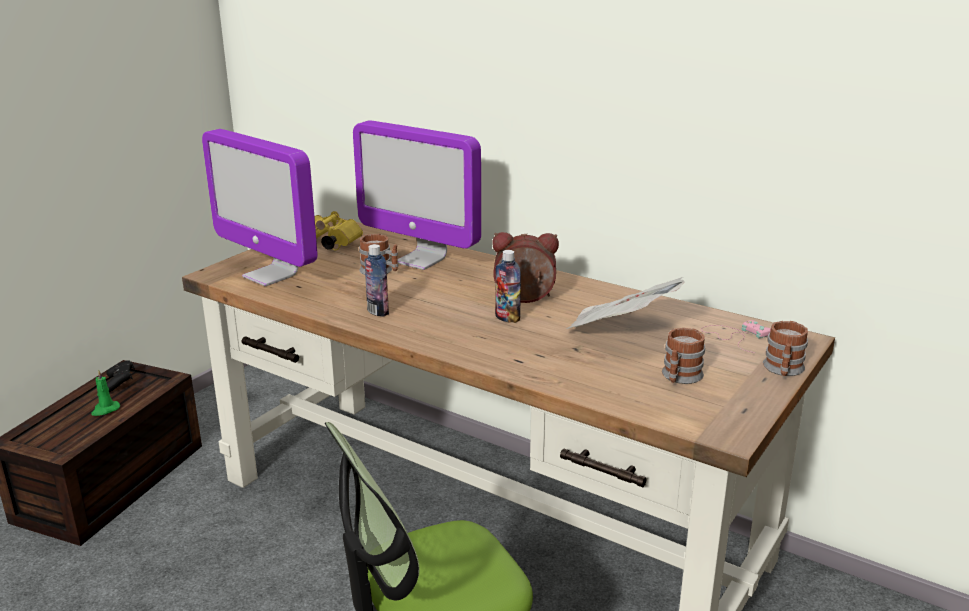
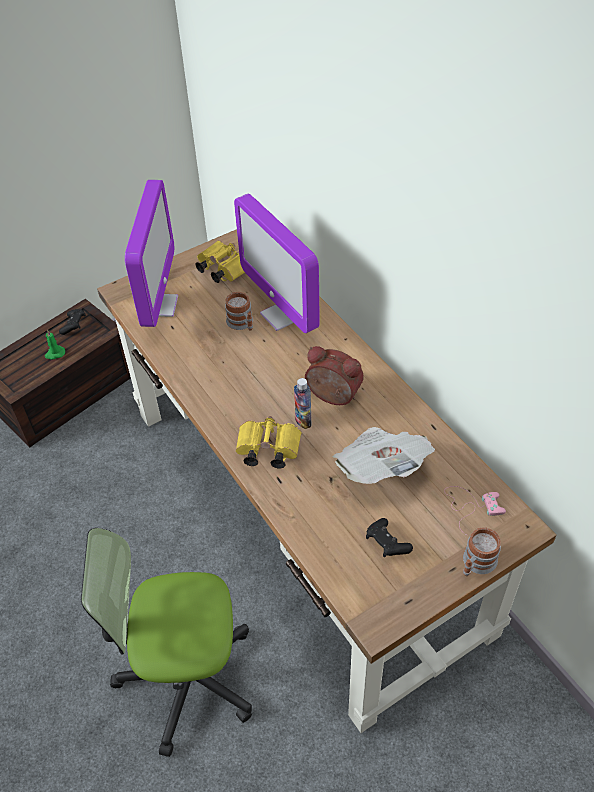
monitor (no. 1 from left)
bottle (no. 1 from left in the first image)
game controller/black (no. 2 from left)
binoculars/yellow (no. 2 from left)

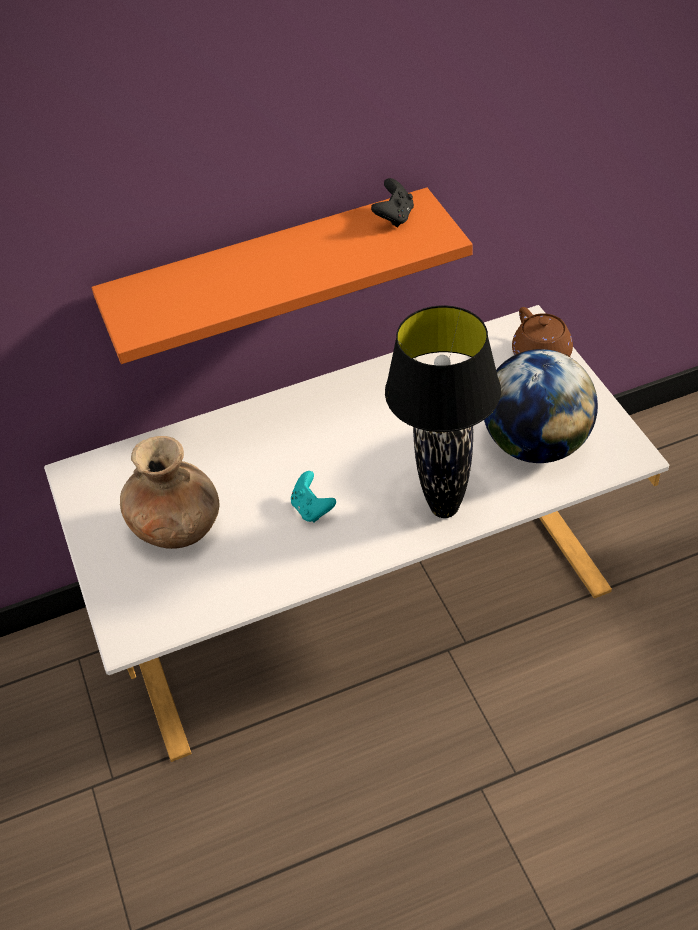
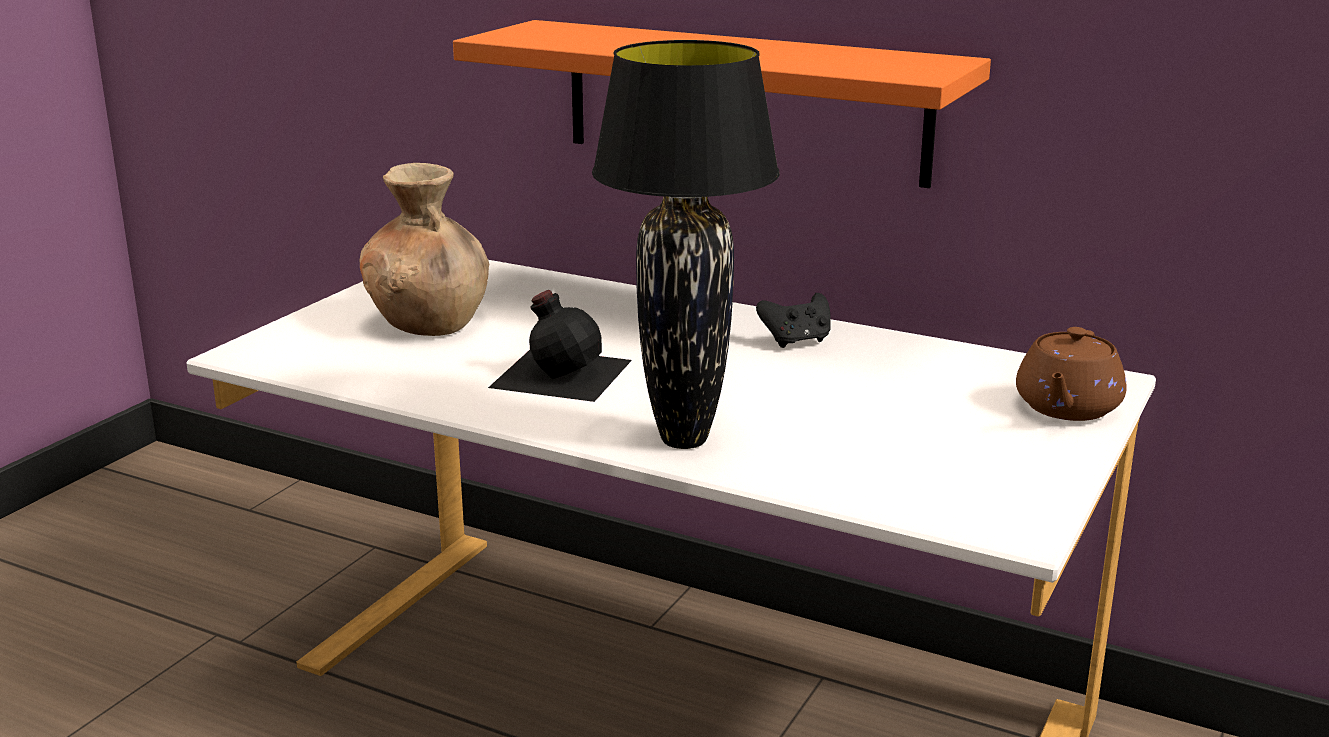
game controller/black
globe
bottle/black

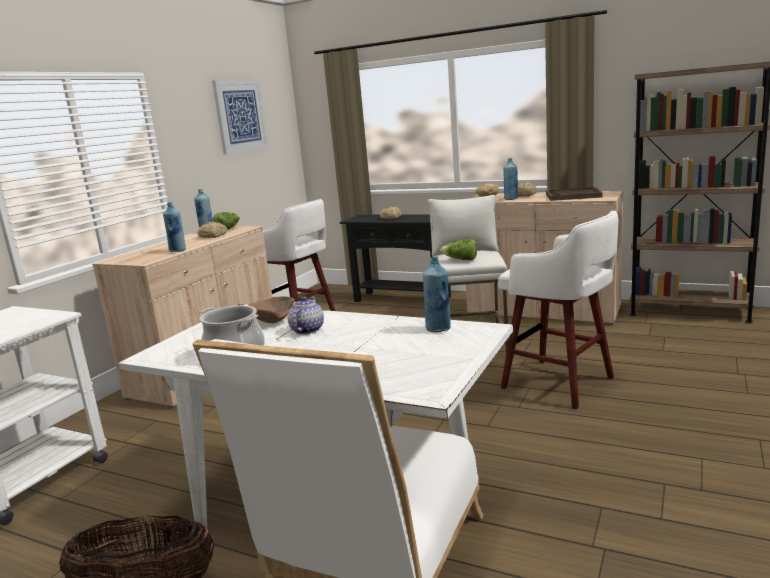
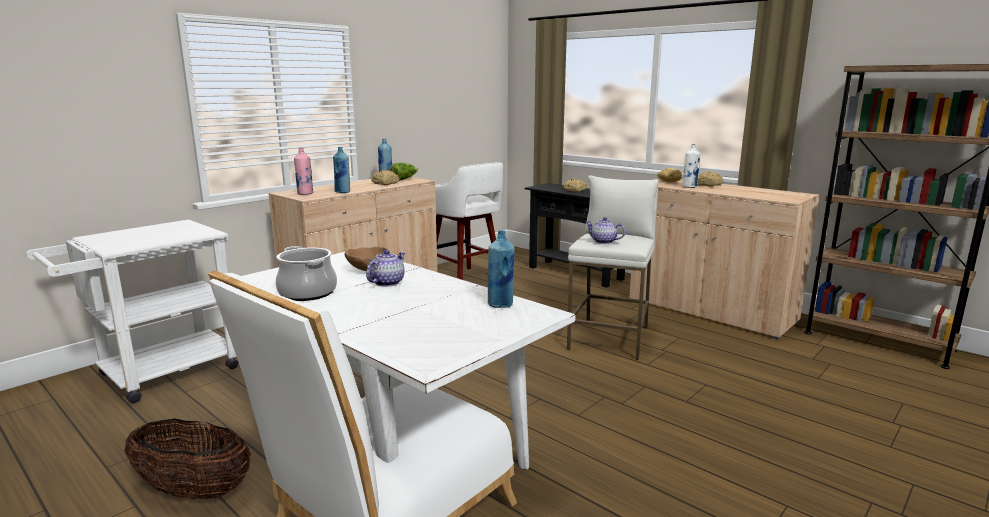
picture
bottle/white
tray/brown
stool/white (no. 3 from left in the first image)
teapot (no. 2 from left)
bottle/pink

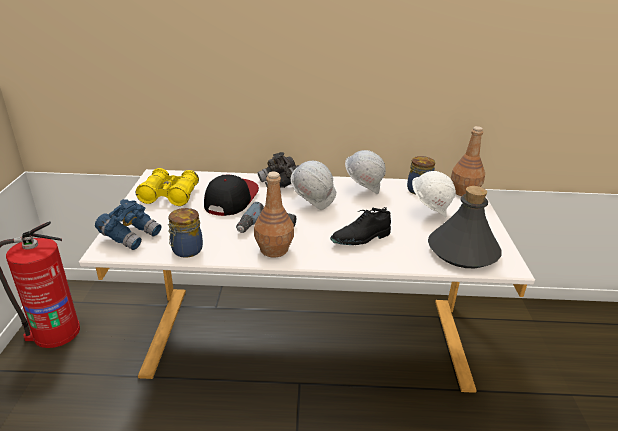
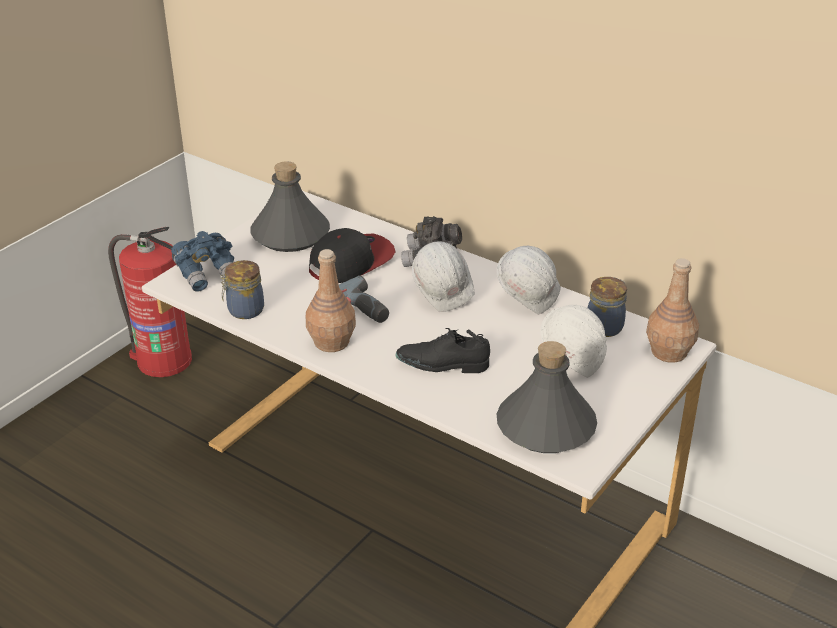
bottle/grey (no. 1 from left)

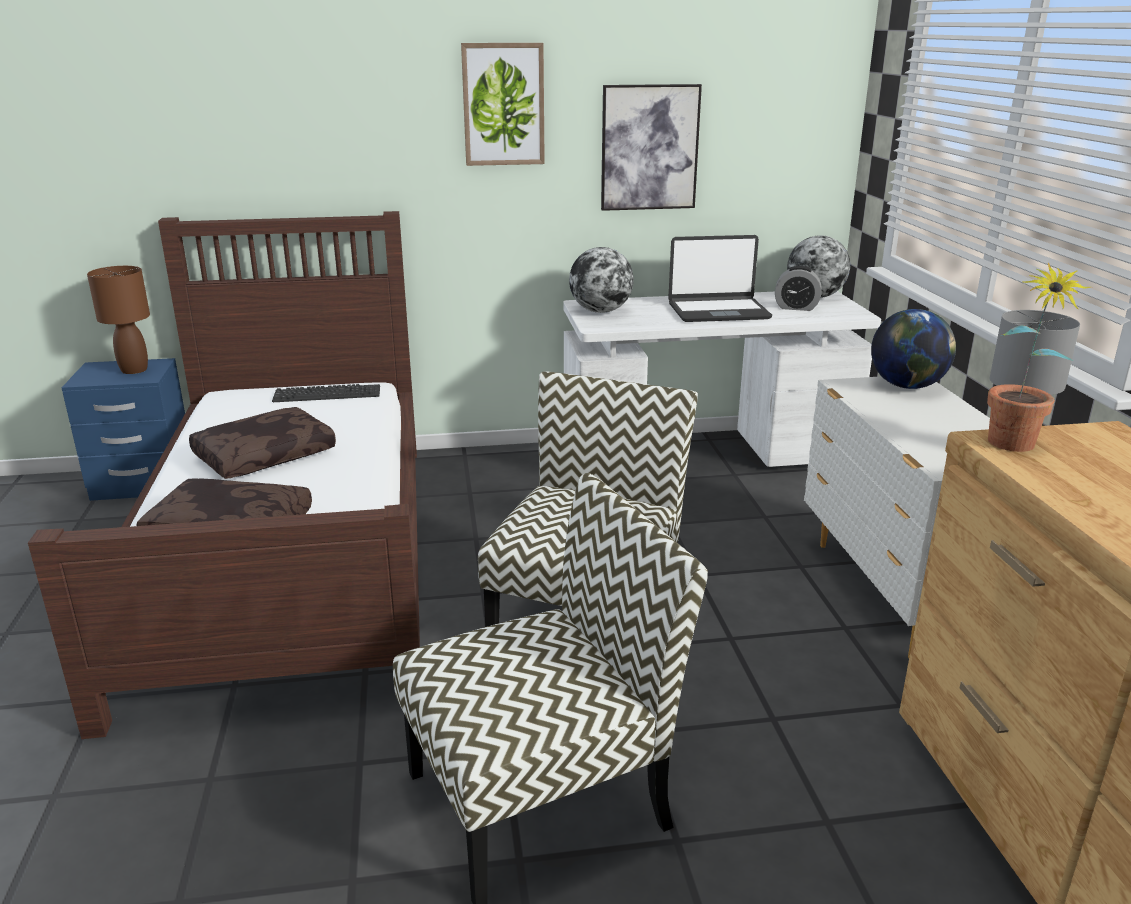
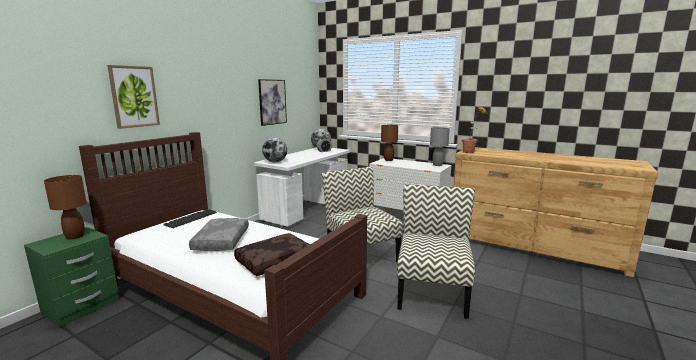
picture (no. 1 from left)
laptop
table lamp/brown (no. 2 from left)
nightstand/green
pillow/grey

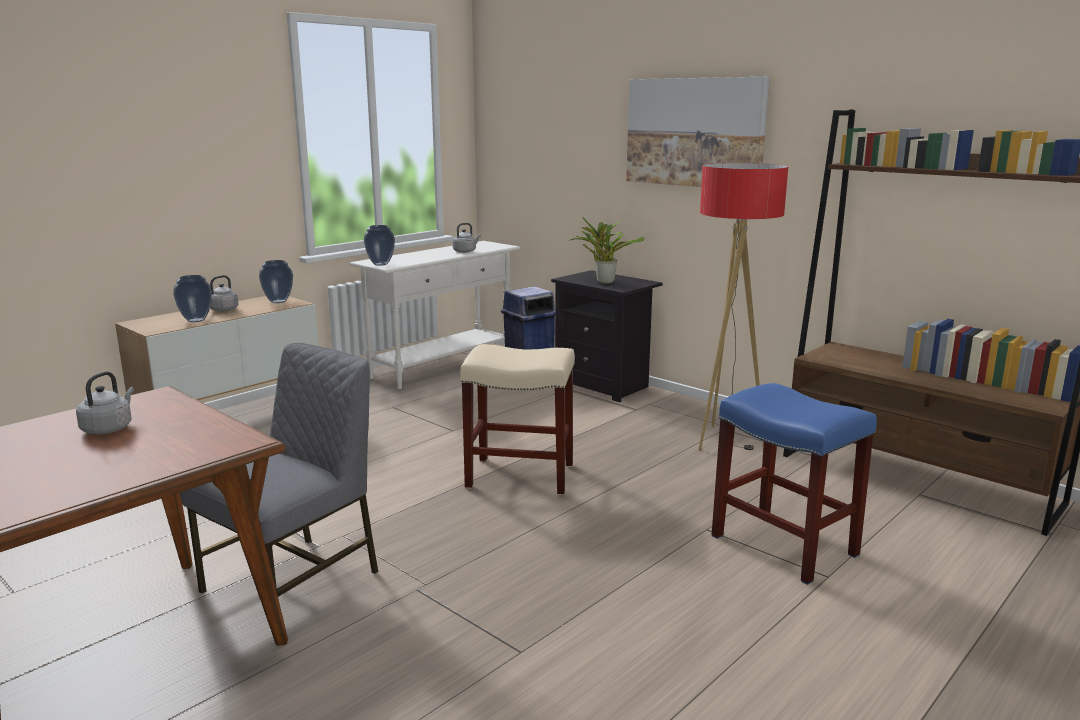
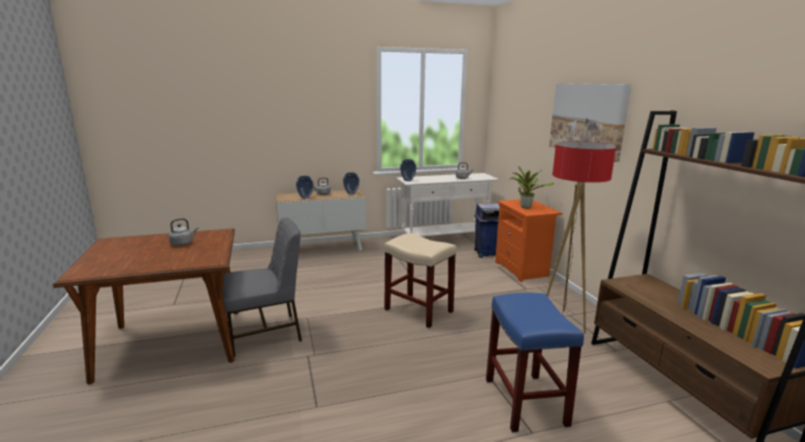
nightstand/orange

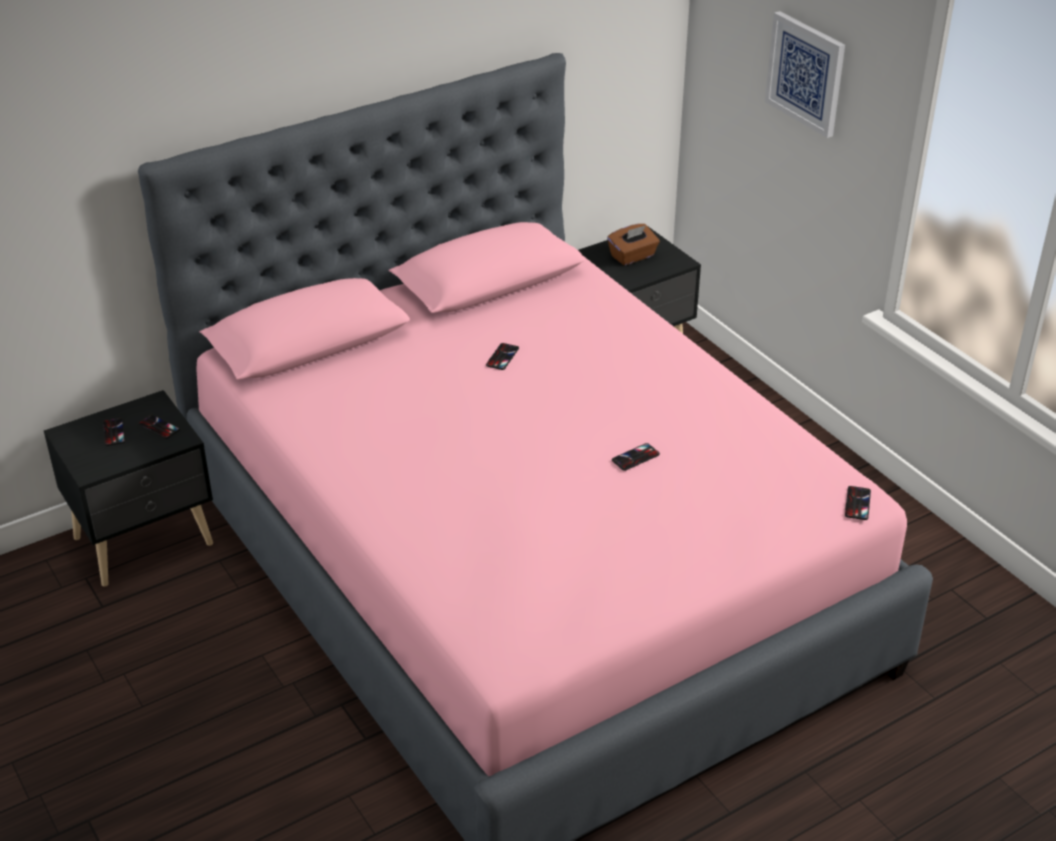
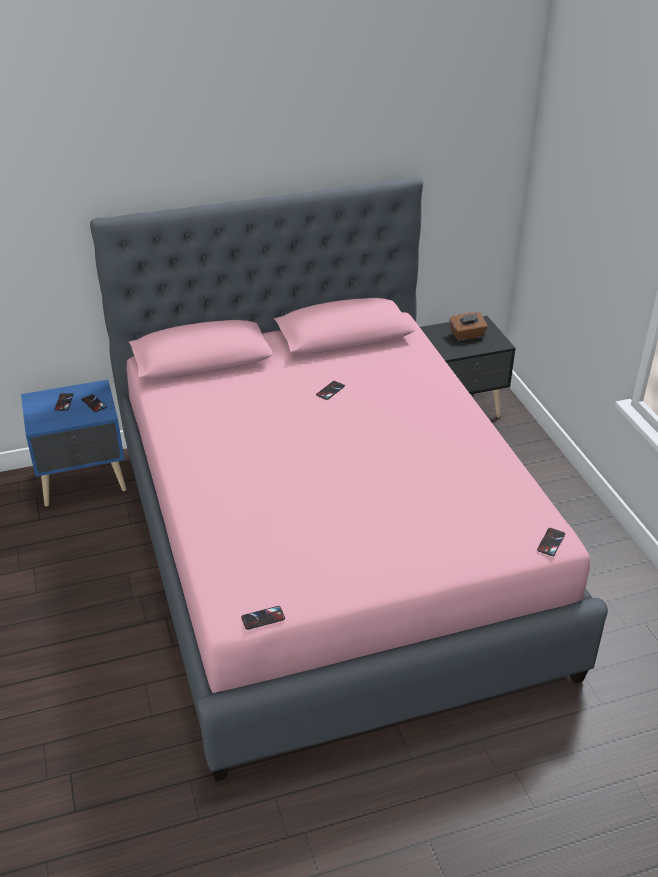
picture
nightstand/blue
phone (no. 3 from left)

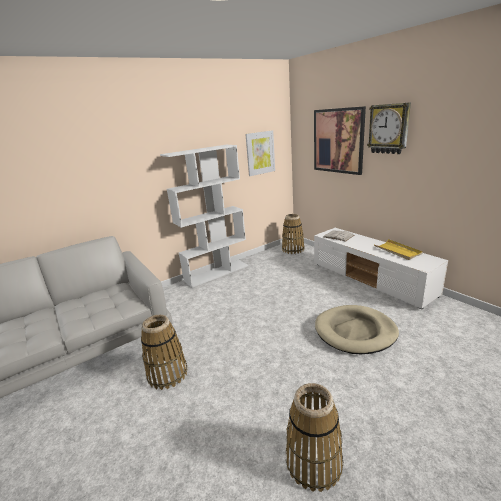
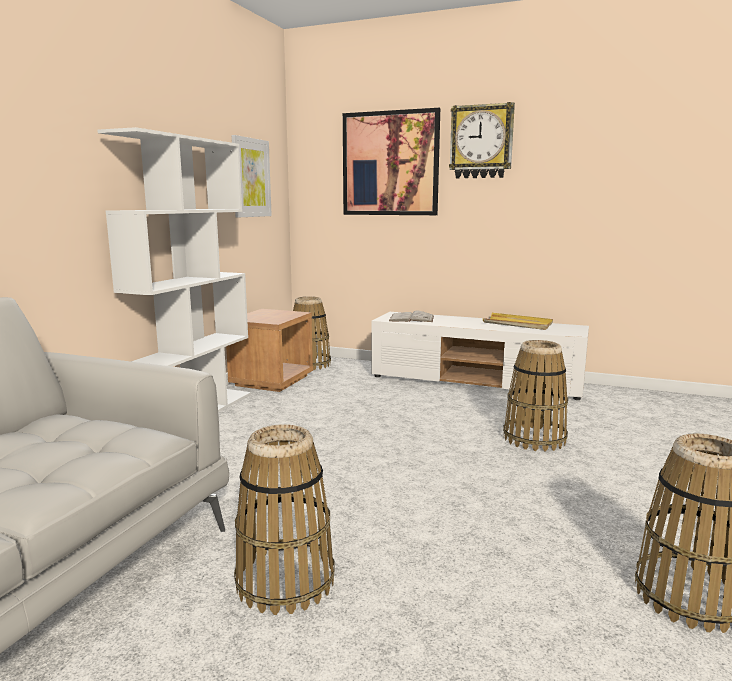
basket (no. 3 from left)
nightstand/brown

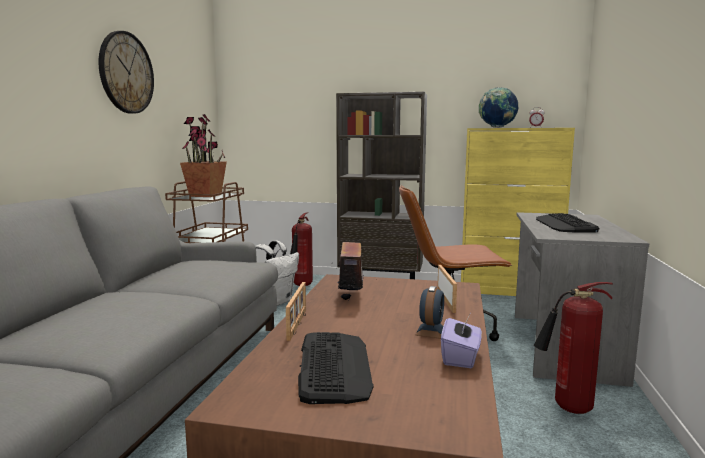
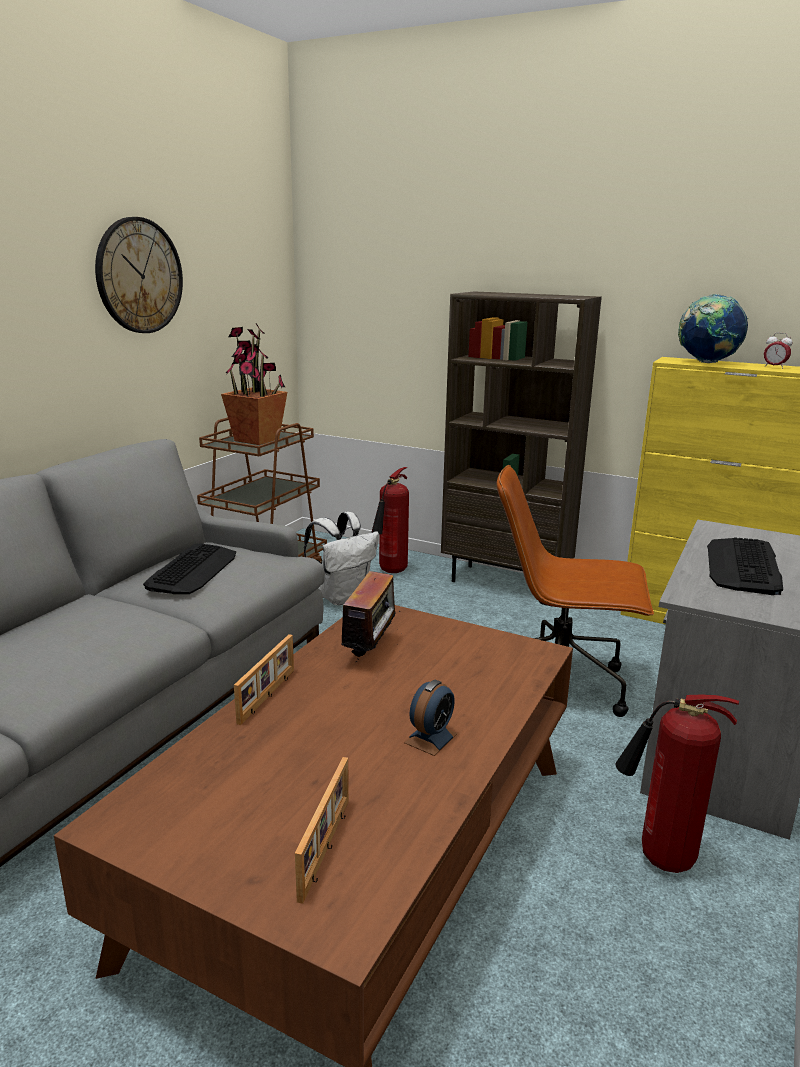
picture frame (no. 2 from left)
tissue box/purple
keyboard (no. 1 from left)

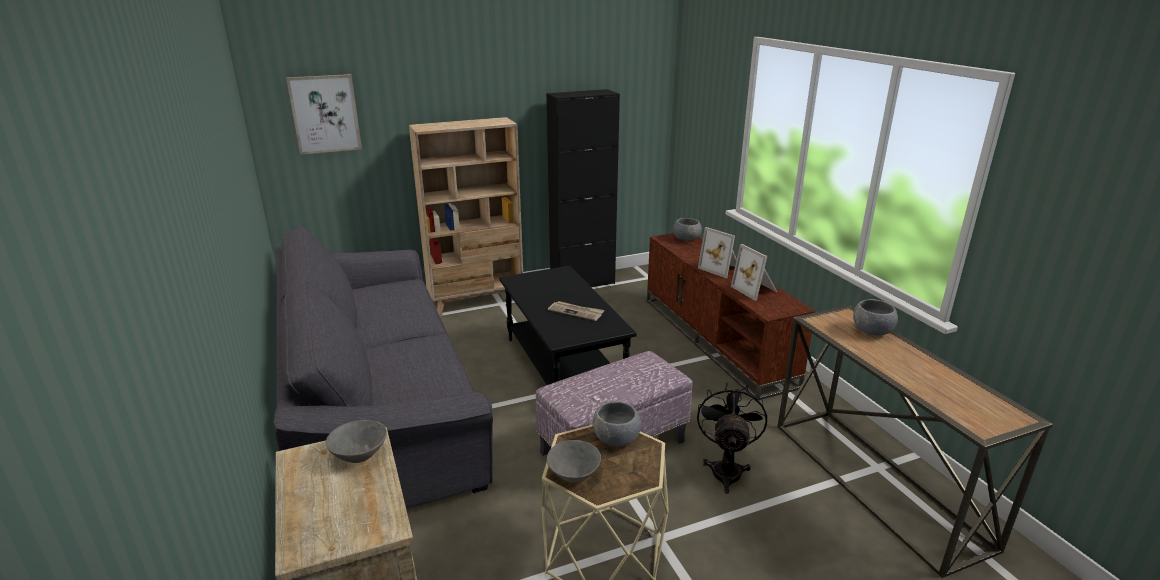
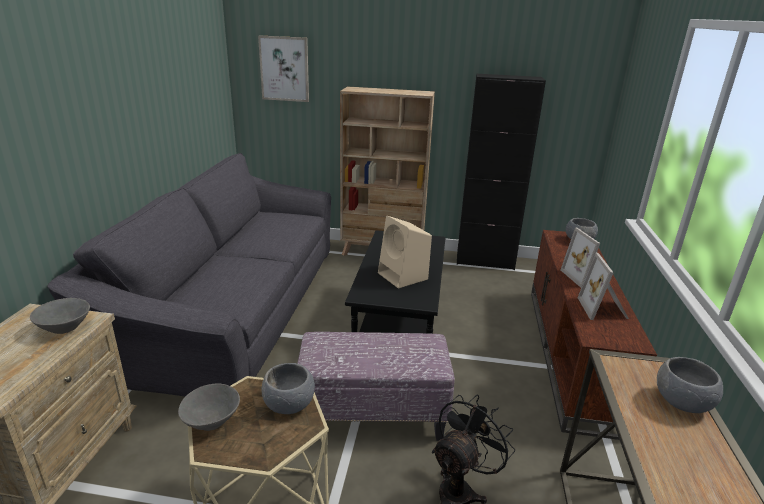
speaker/beige

